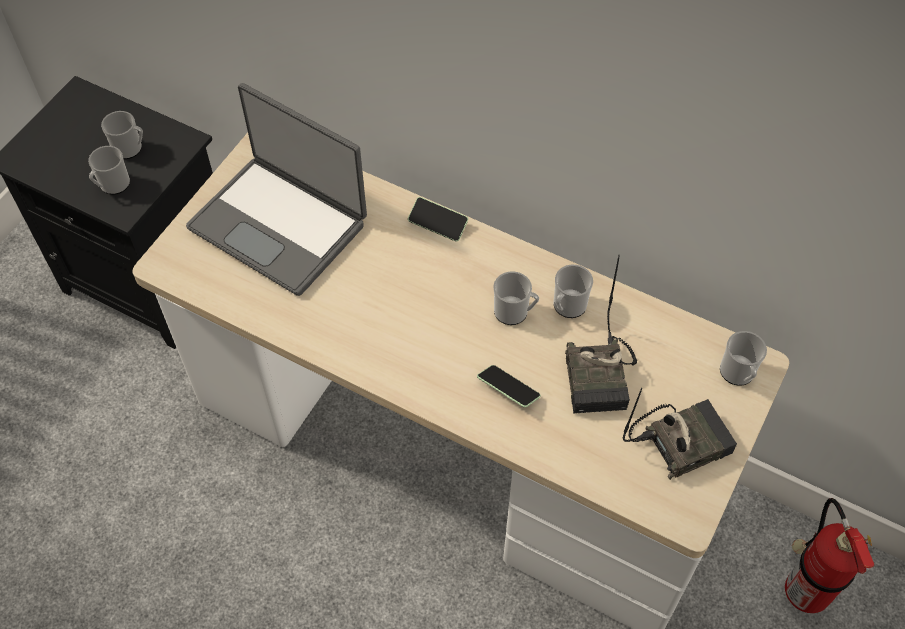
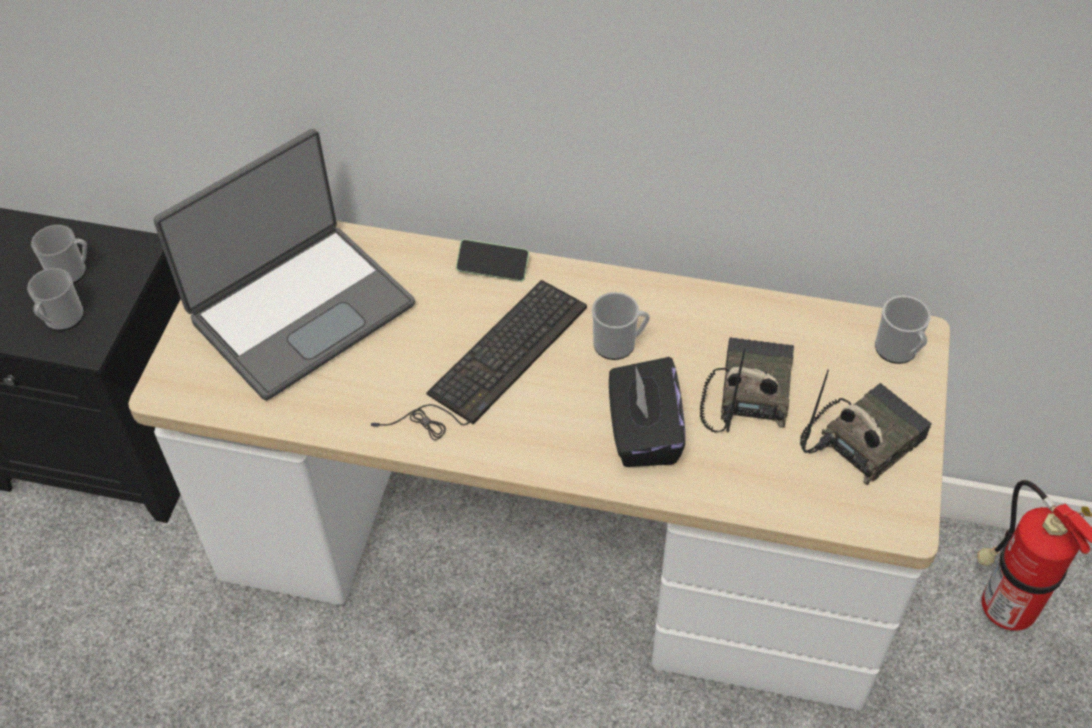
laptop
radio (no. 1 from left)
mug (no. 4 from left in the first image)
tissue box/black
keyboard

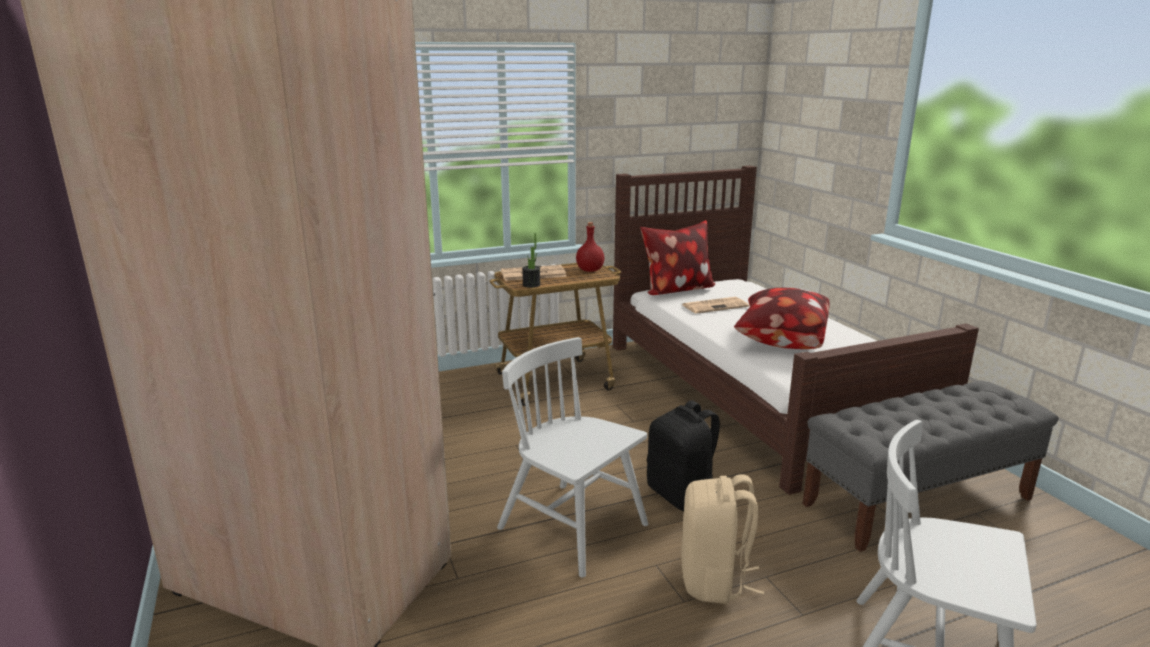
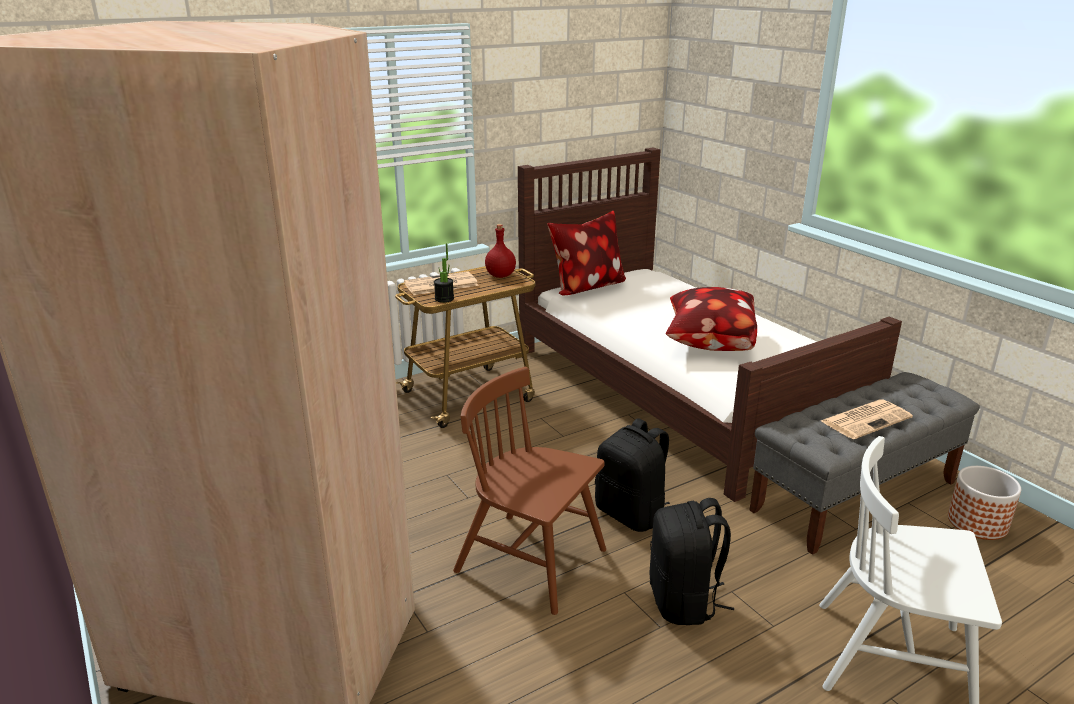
newspaper (no. 2 from left)
chair/brown
backpack/black (no. 2 from left)
planter

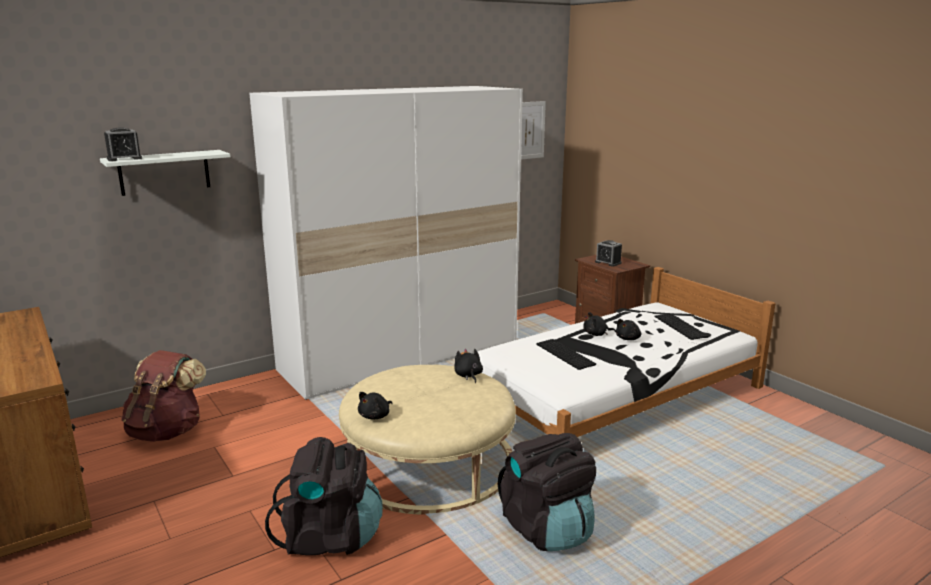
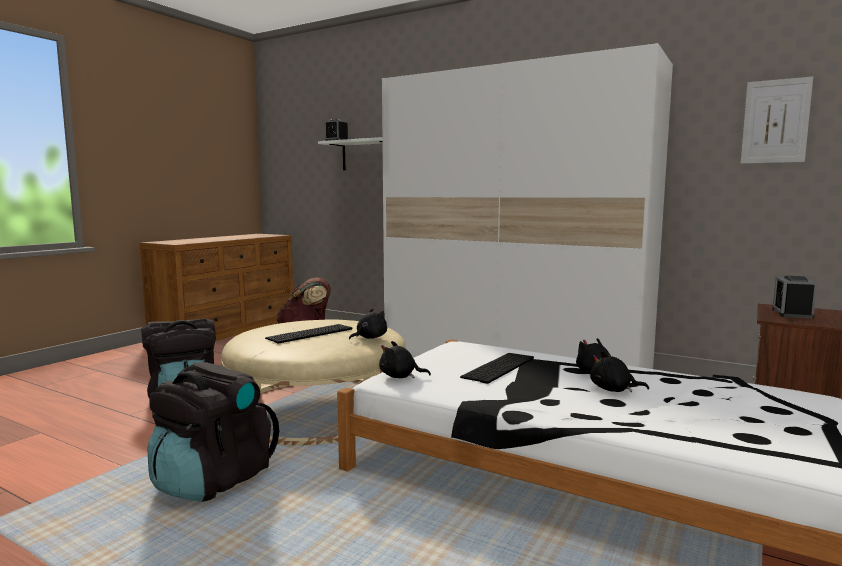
keyboard (no. 1 from left)
plush toy/black (no. 2 from left)

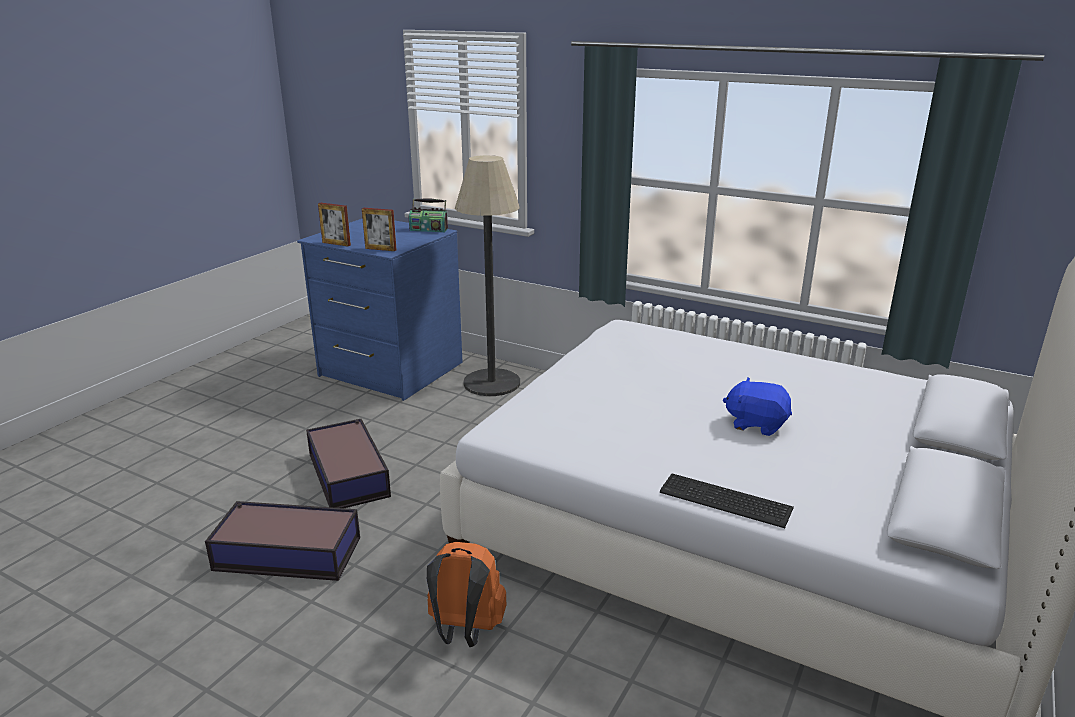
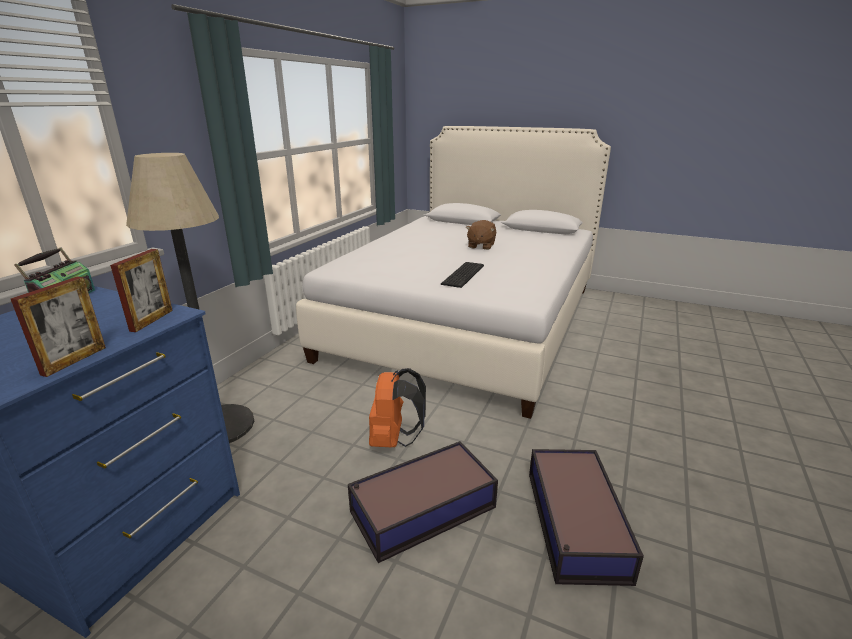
plush toy/brown
keyboard
backpack/orange

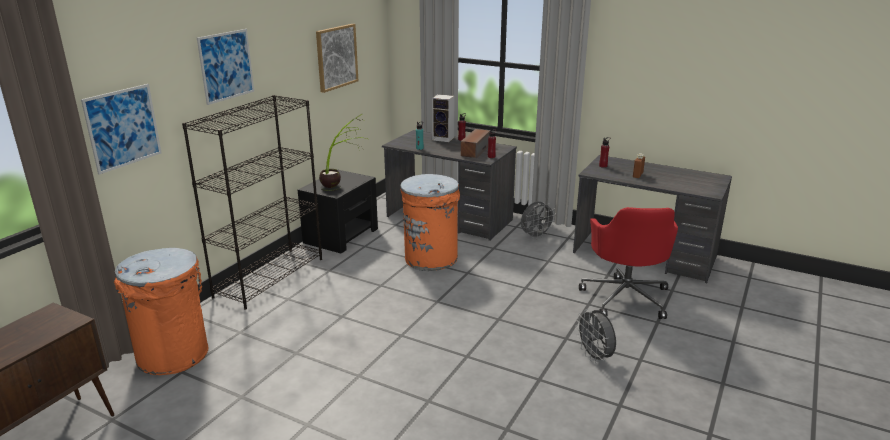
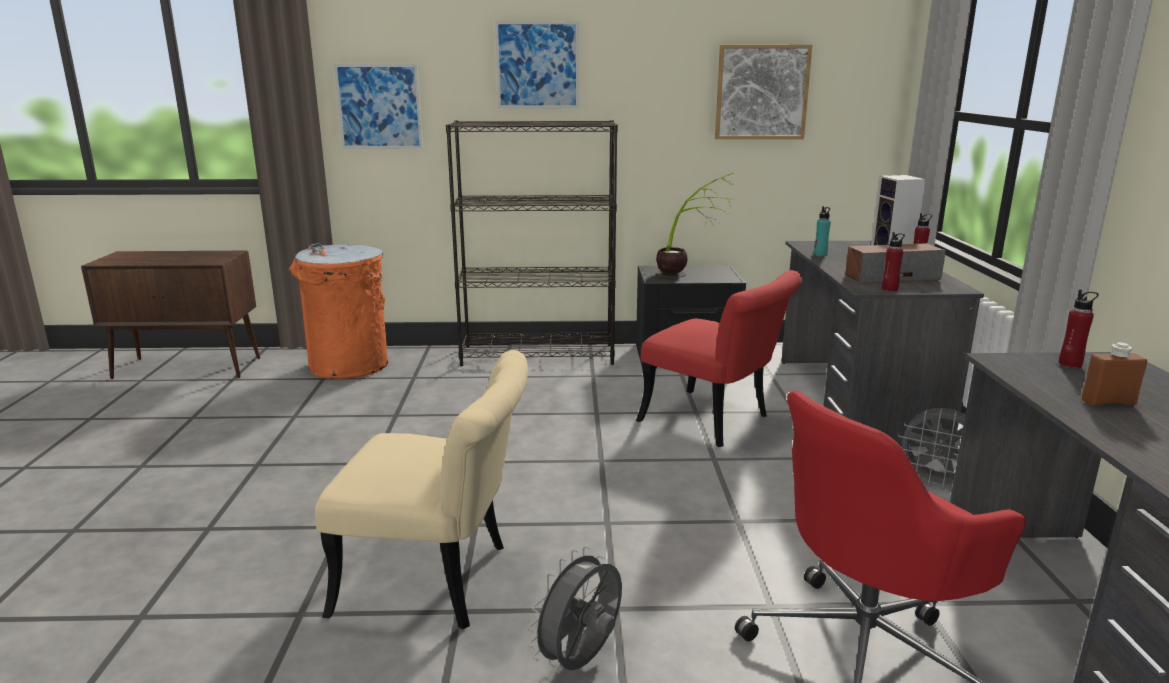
chair/red
chair/beige

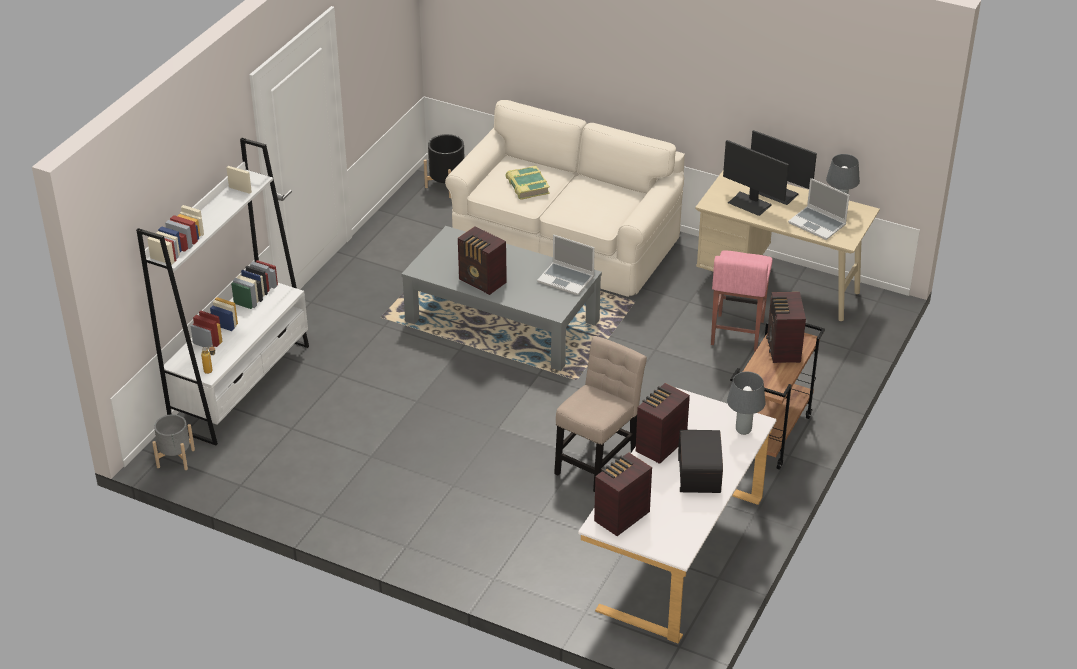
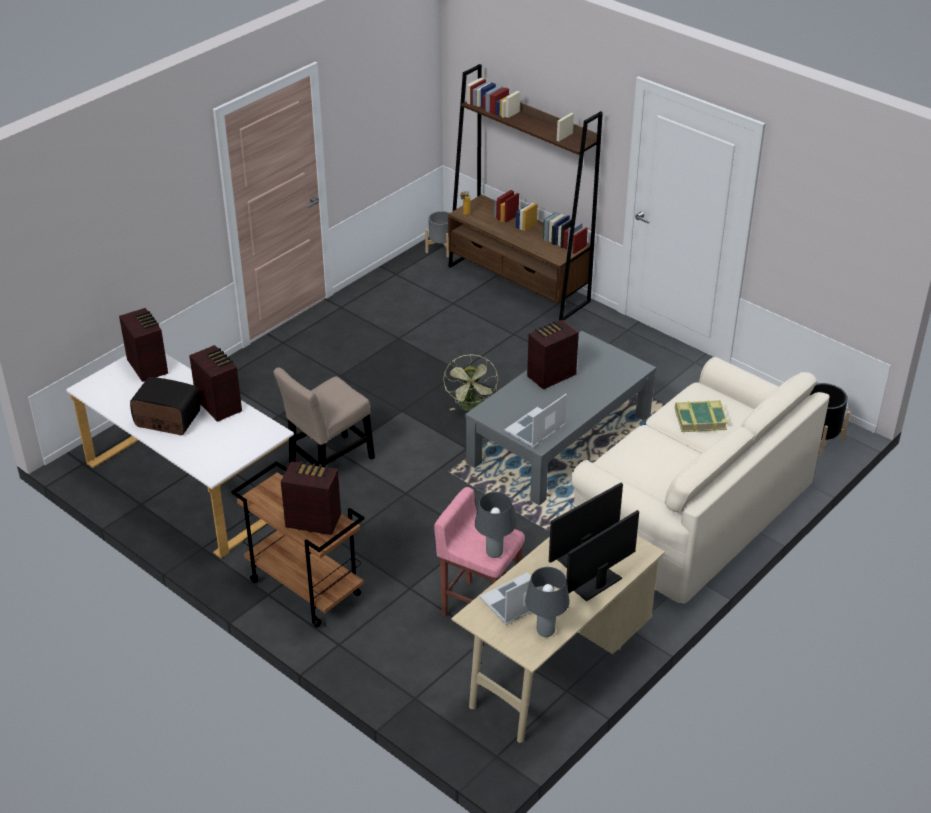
bookcase/brown
chair/beige
table lamp/grey (no. 1 from left)
fan/green

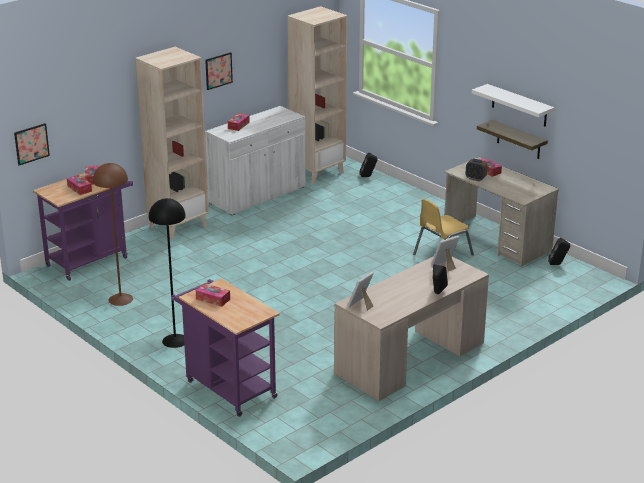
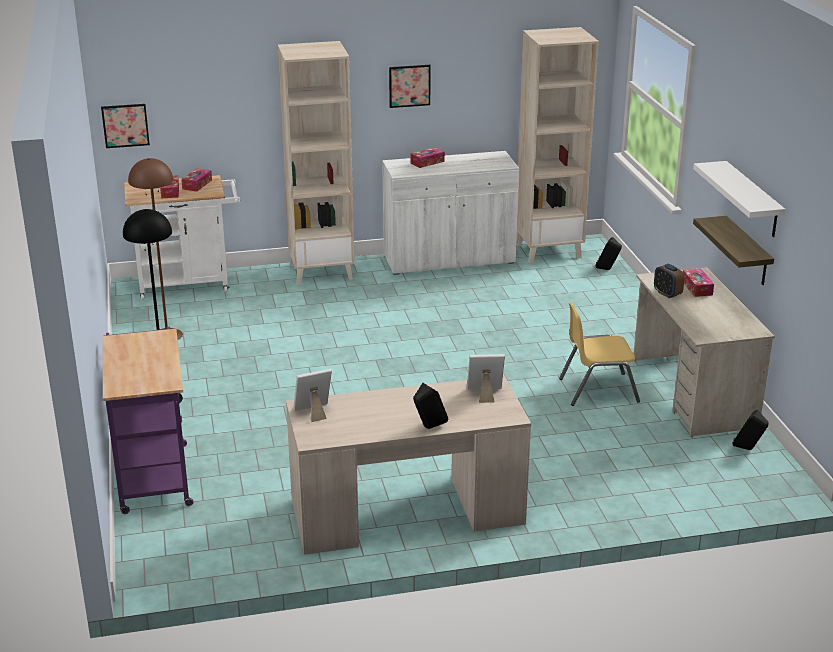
cart/white
tissue box (no. 3 from left in the first image)

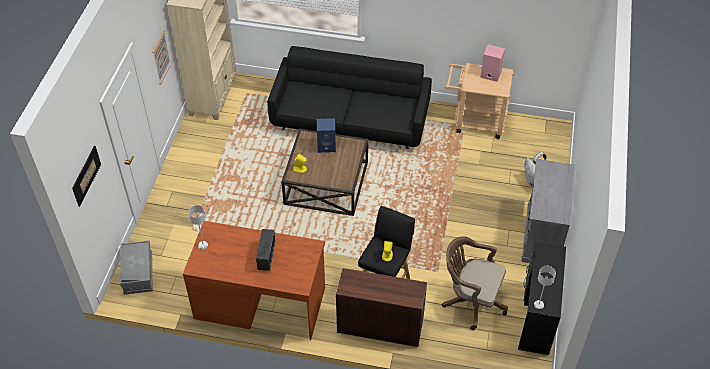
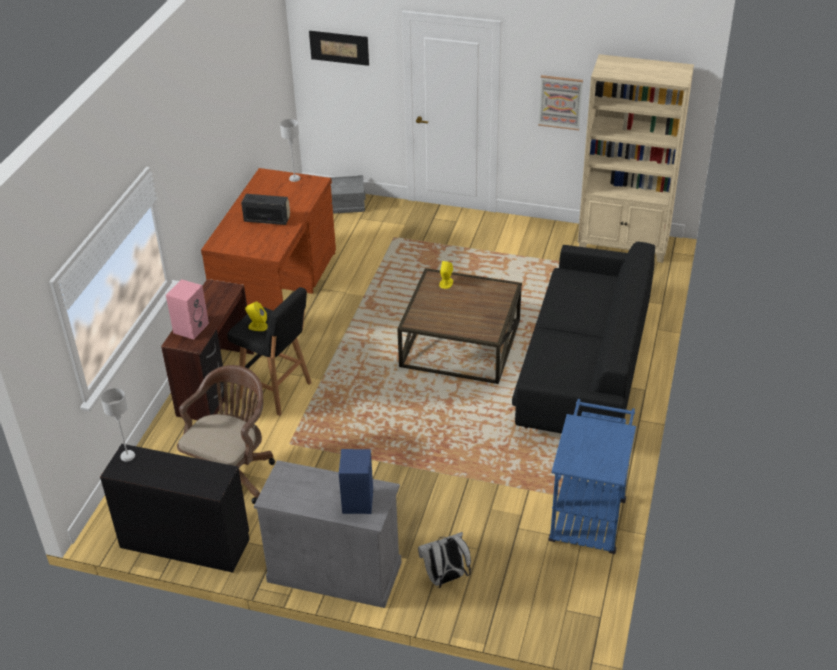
speaker/pink
cart/blue
speaker/blue

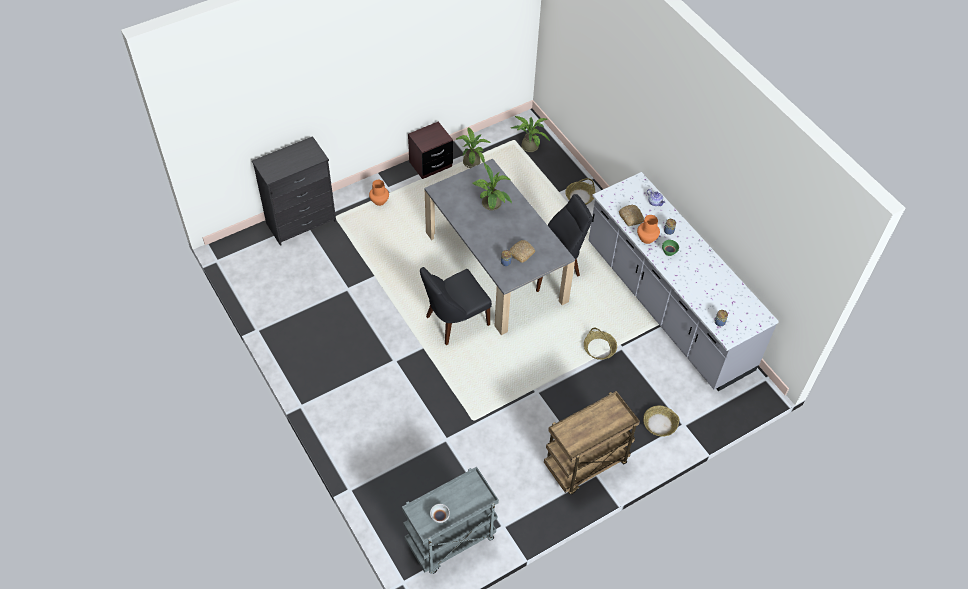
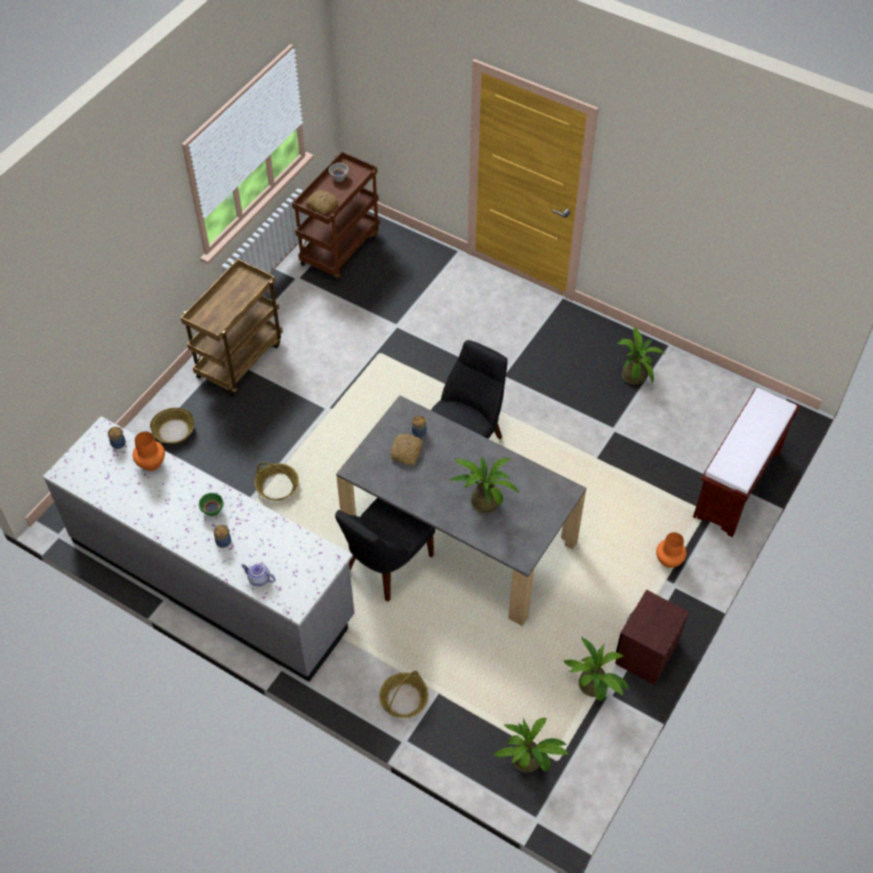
bench/brown
bread (no. 1 from left)
vase/orange (no. 1 from left)
cart/brown (no. 2 from left)
potted plant (no. 4 from left)

